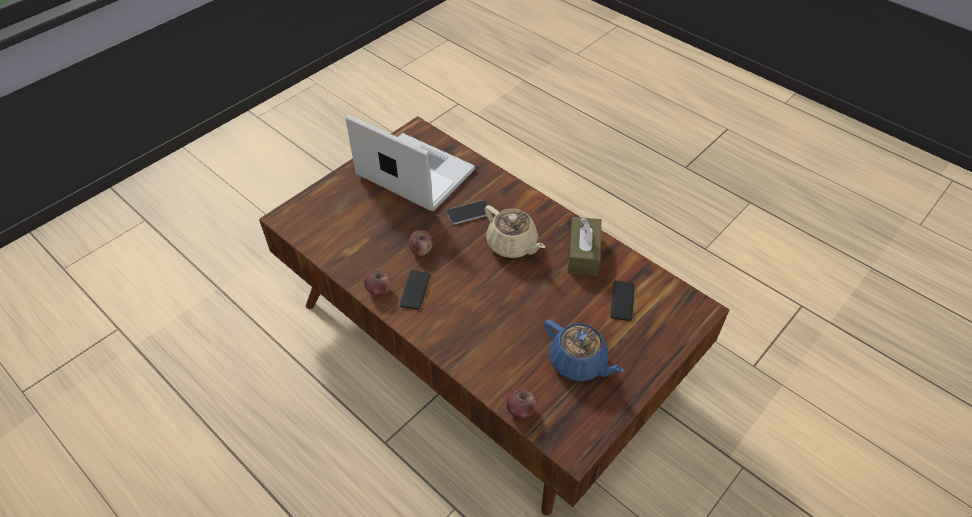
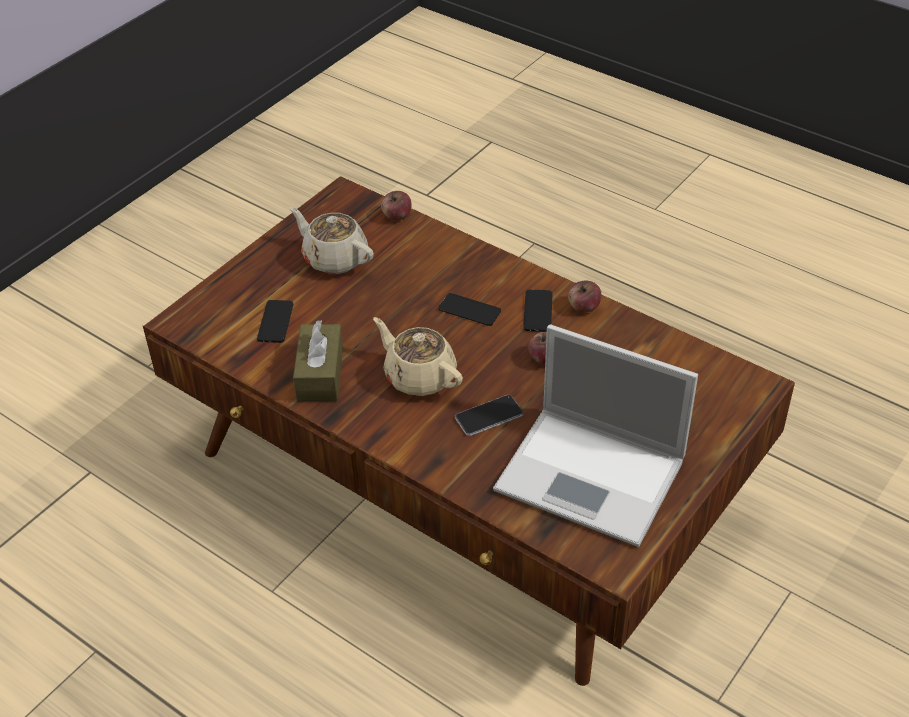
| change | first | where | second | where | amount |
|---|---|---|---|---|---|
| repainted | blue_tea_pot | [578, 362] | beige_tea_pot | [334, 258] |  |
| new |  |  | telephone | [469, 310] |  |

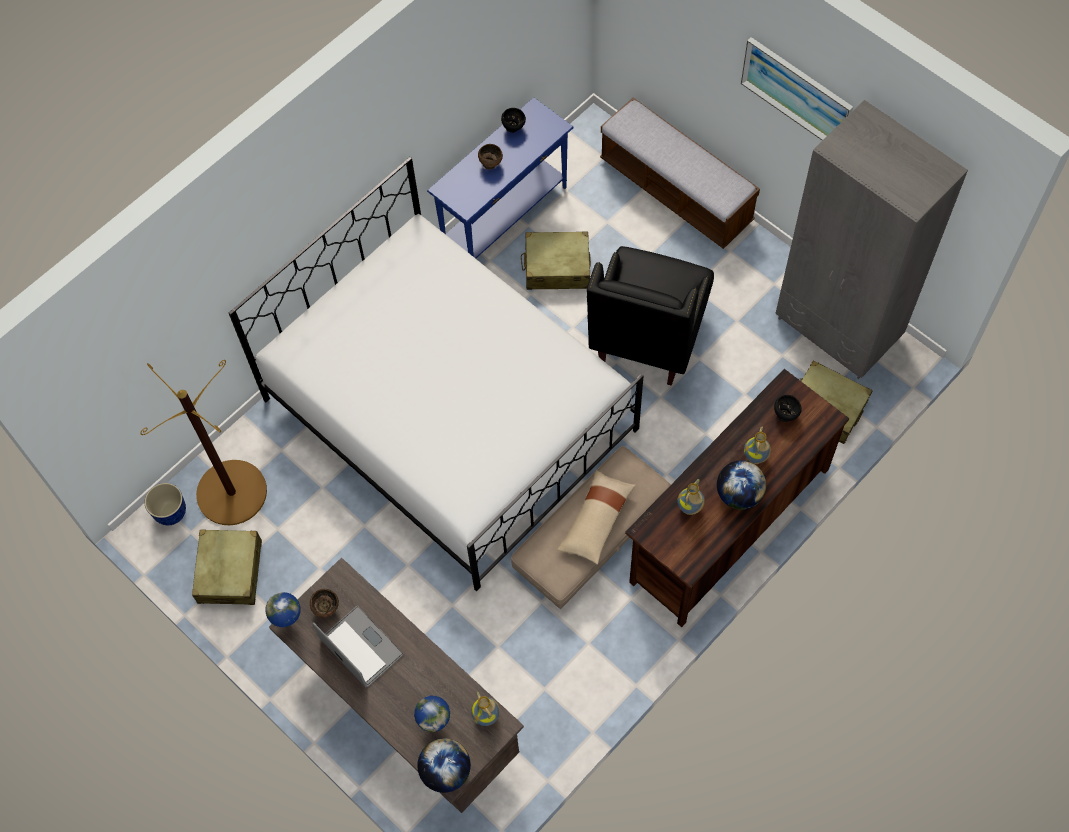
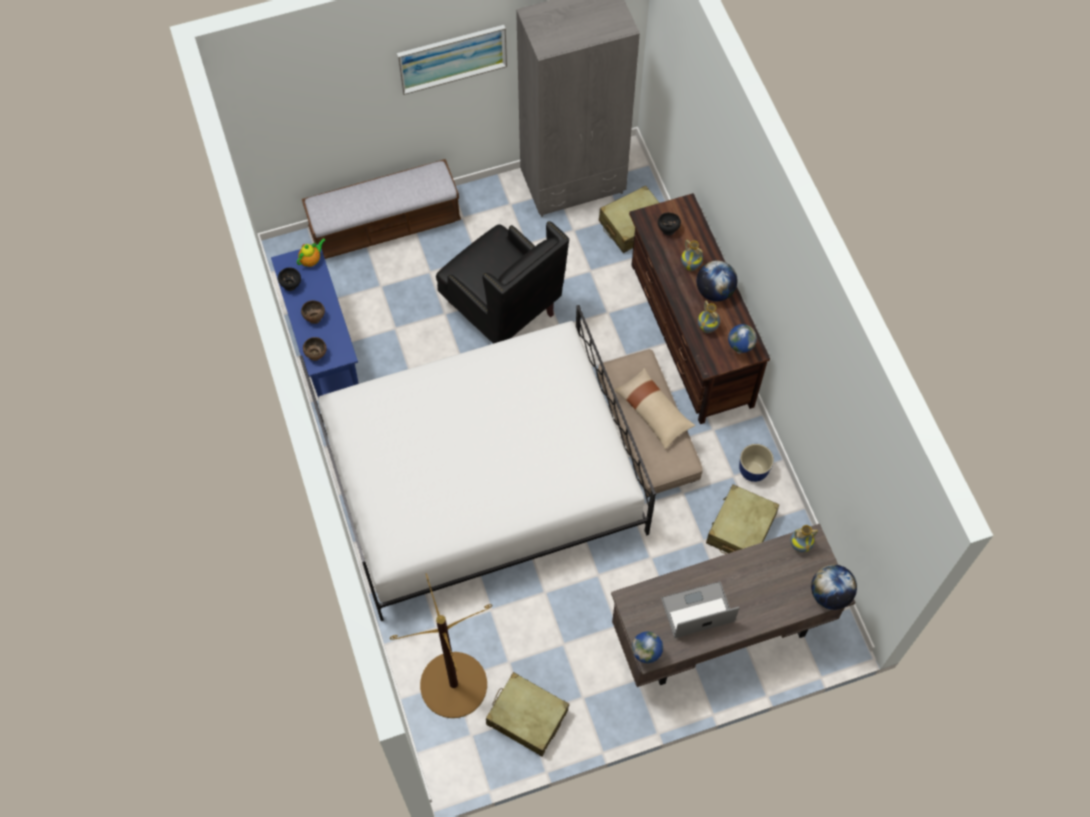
| change | first | where | second | where | amount |
|---|---|---|---|---|---|
| shifted | beige_travel_case | [557, 267] |  | [740, 529] |  |
| shifted | flower_pot | [170, 513] |  | [753, 471] |  |
| shifted | brown-coloured_bowl | [326, 608] |  | [316, 355] |  |
| shifted | world_globe | [435, 722] |  | [738, 351] |  |
| new |  |  | tea_pot | [312, 260] |  |

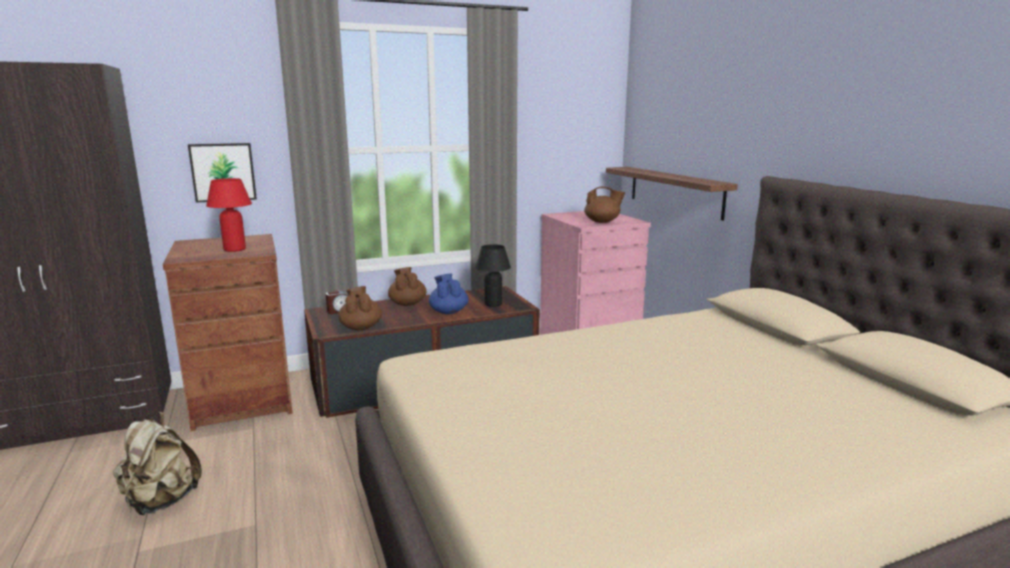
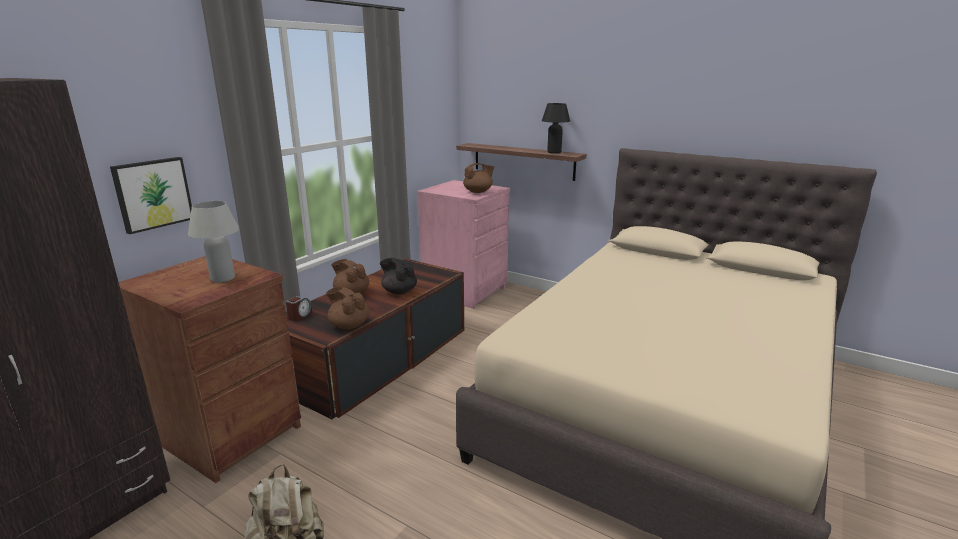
| change | first | where | second | where | amount |
|---|---|---|---|---|---|
| repainted | reddish_table_lamp | [235, 249] | whitish_table_lamp | [223, 278] |  |
| shifted | black-coloured_table_lamp | [493, 304] |  | [554, 152] |  |
| repainted | blue_tea_pot | [448, 311] | black-coloured_tea_pot | [399, 291] |  |

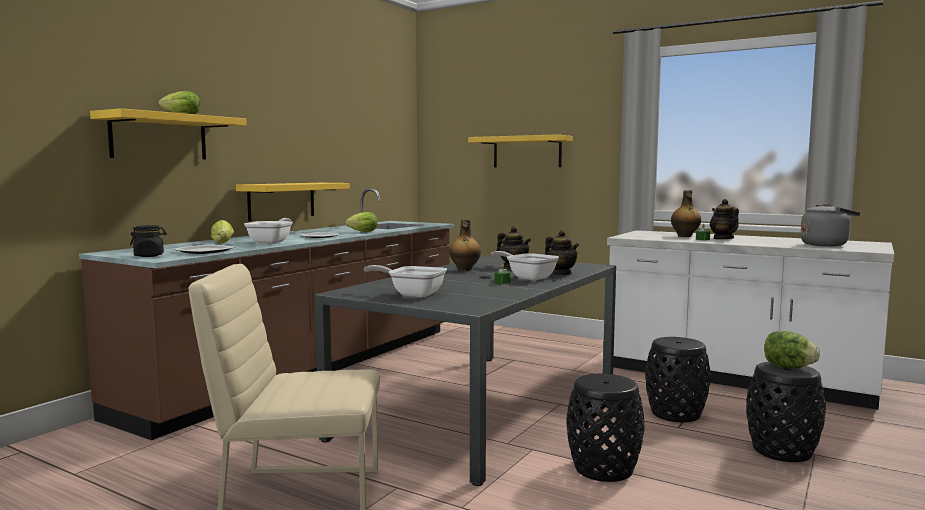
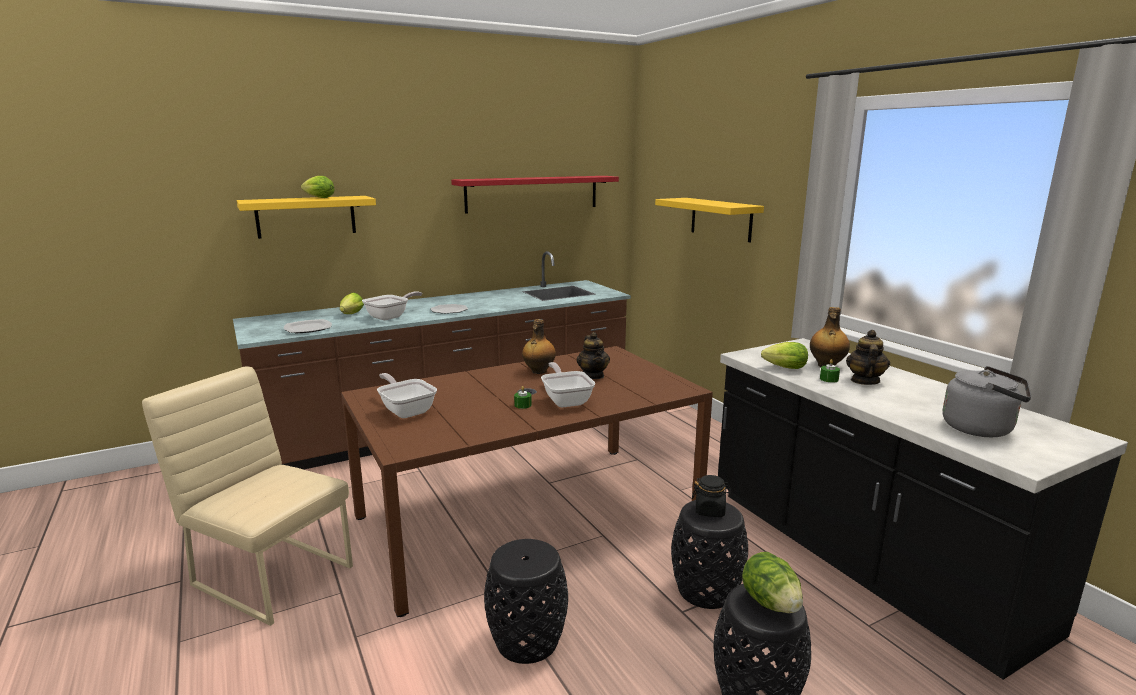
| change | first | where | second | where | amount |
|---|---|---|---|---|---|
| gone | yellow_shelf | [281, 200] |  |  |  |
| shifted | head_of_lettuce | [361, 232] |  | [782, 368] |  |
| shifted | black-coloured_storage_jar | [149, 256] |  | [710, 510] |  |
| gone | tea_pot | [561, 273] |  |  |  |
| repainted | whitish_kitchen_base_unit | [736, 378] | black-coloured_kitchen_base_unit | [862, 558] |  |
| repainted | gray_dinner_table | [484, 406] | brown-coloured_dinner_table | [529, 516] |  |
| new |  |  | reddish_shelf | [532, 193] |  |

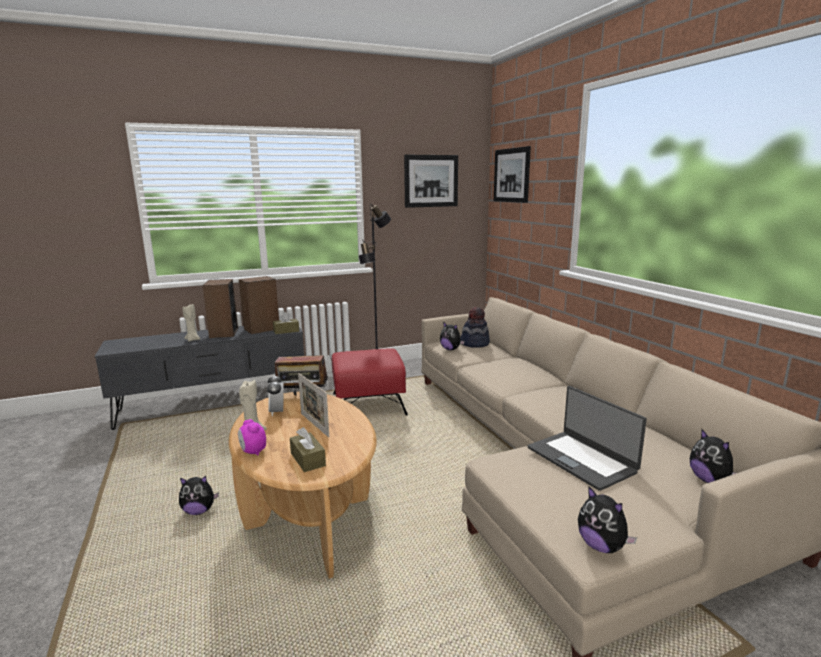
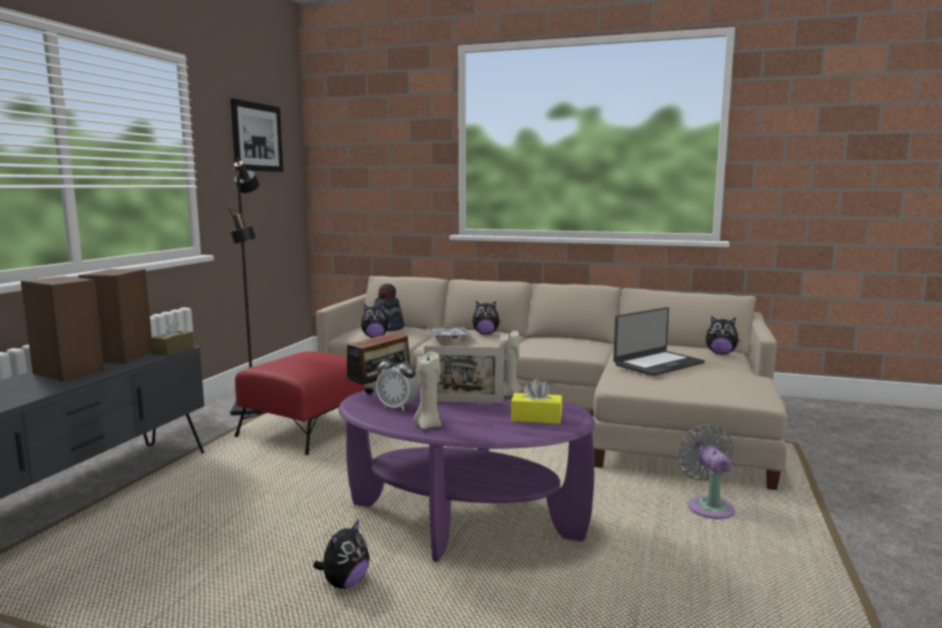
| change | first | where | second | where | amount |
|---|---|---|---|---|---|
| gone | picture | [511, 175] |  |  |  |
| shifted | beige_wax_light | [193, 339] |  | [508, 395] |  |
| rotated | portable_computer | [582, 459] |  | [657, 364] | 45 degrees counterclockwise |
| repainted | brown-coloured_coffee_table | [309, 514] | purple_coffee_table | [463, 522] |  |
| gone | alarm_clock | [253, 452] |  |  |  |
| repainted | brown-coloured_tissue_holder | [308, 459] | yellow_tissue_holder | [536, 418] |  |
| shifted | soft_toy | [602, 546] |  | [485, 334] |  |
| new |  |  | tray | [448, 337] |  |
| new |  |  | gray_fan | [708, 507] |  |

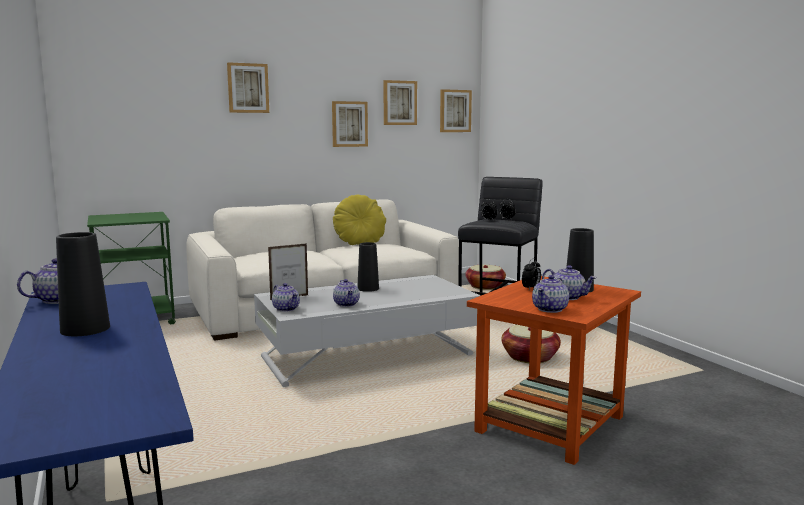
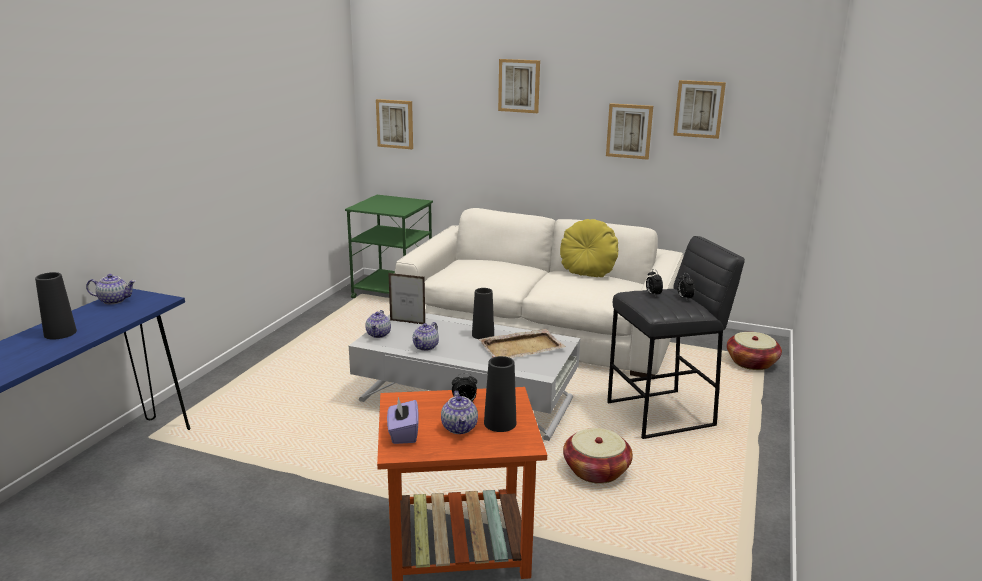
| change | first | where | second | where | amount |
|---|---|---|---|---|---|
| shifted | picture | [455, 111] |  | [395, 124] |  |
| swapped | tea_pot | [550, 309] | purple_tissue_holder | [403, 434] |  |
| new |  |  | beige_tray | [522, 347] |  |

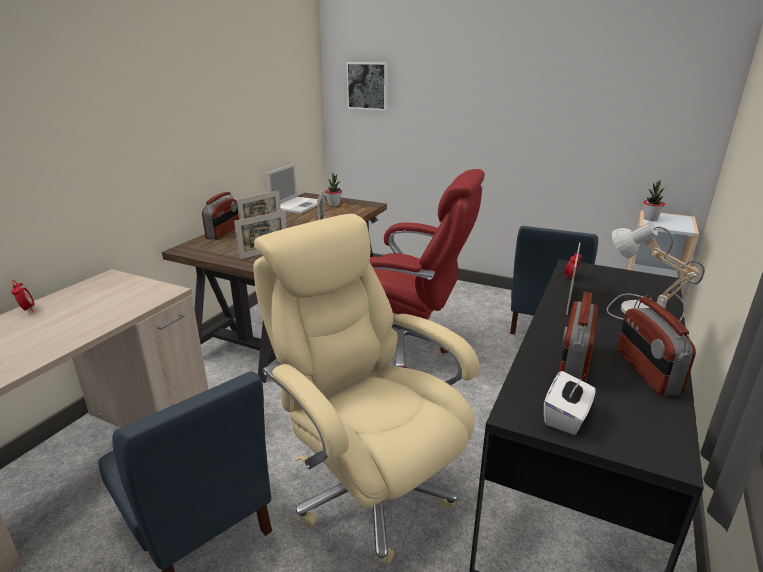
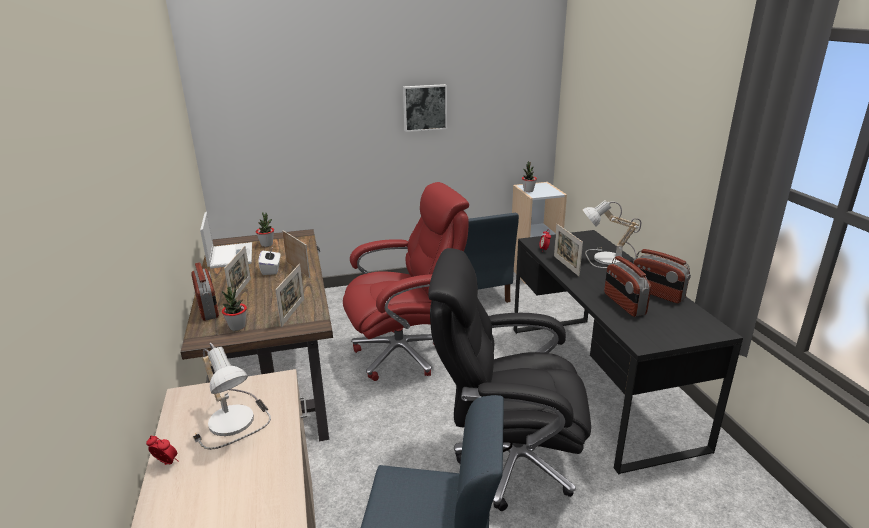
| change | first | where | second | where | amount |
|---|---|---|---|---|---|
| shifted | picture | [368, 86] |  | [424, 107] |  |
| repainted | beige_office_chair | [369, 490] | black-coloured_office_chair | [508, 463] |  |
| shifted | whitish_tissue_holder | [566, 417] |  | [271, 270] |  |
| new |  |  | potted_plant | [237, 327] |  |
| new |  |  | table_lamp | [237, 420] |  |

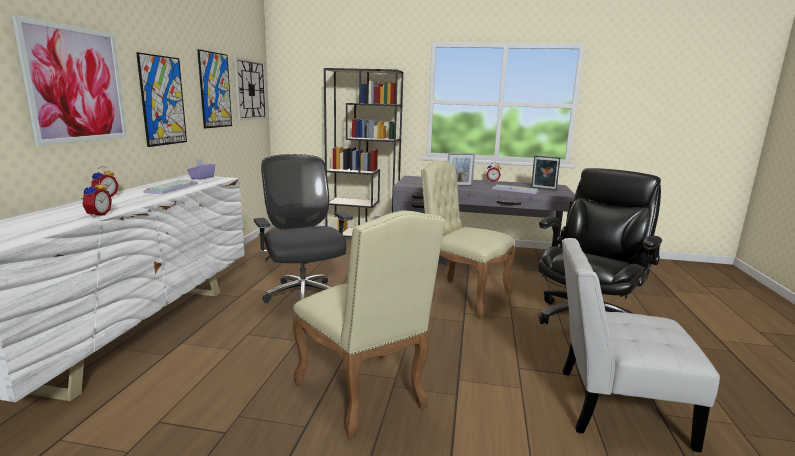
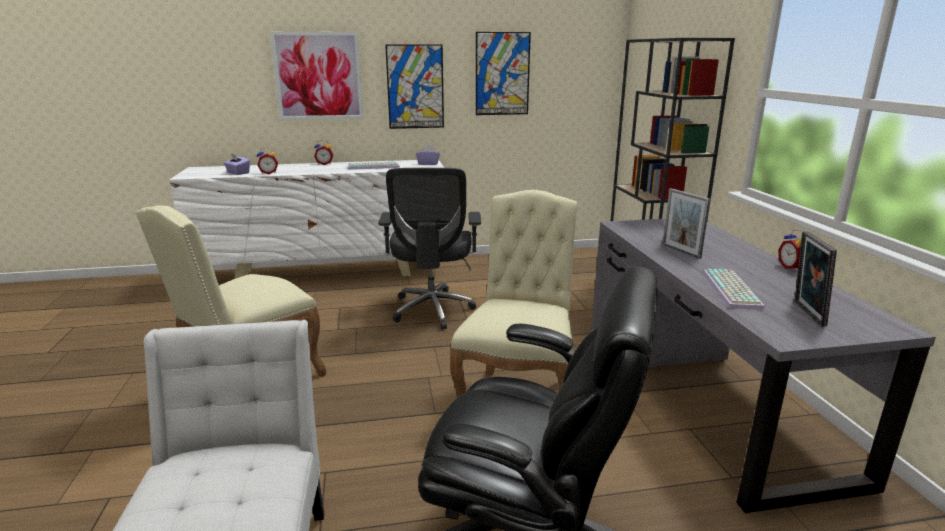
| change | first | where | second | where | amount |
|---|---|---|---|---|---|
| gone | wall_clock | [250, 90] |  |  |  |
| rotated | office_chair | [304, 296] |  | [432, 308] | 135 degrees clockwise |
| new |  |  | purple_tissue_holder | [238, 173] |  |

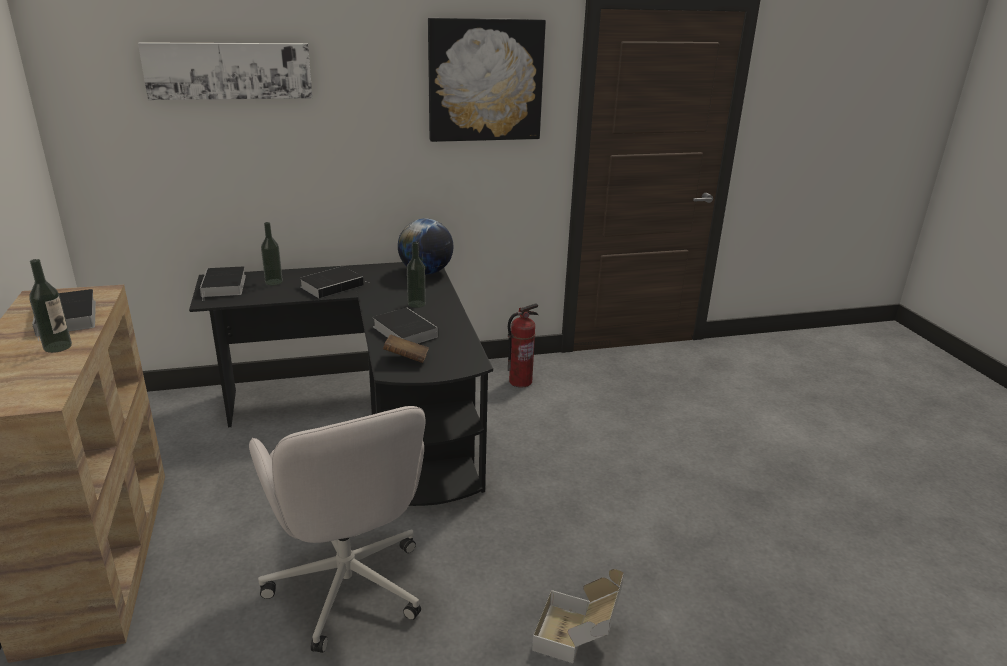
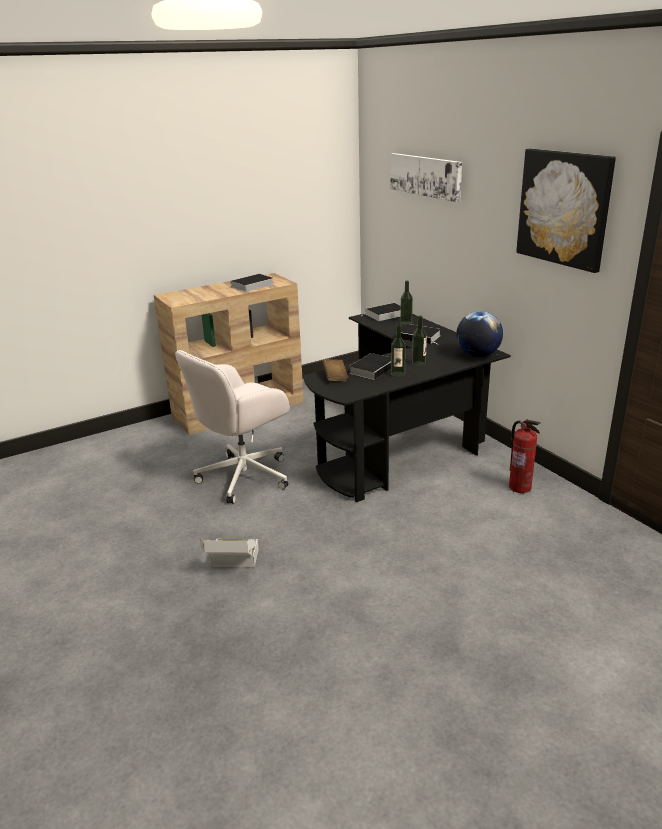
| change | first | where | second | where | amount |
|---|---|---|---|---|---|
| shifted | beverage_bottle | [57, 346] |  | [398, 374] |  |

